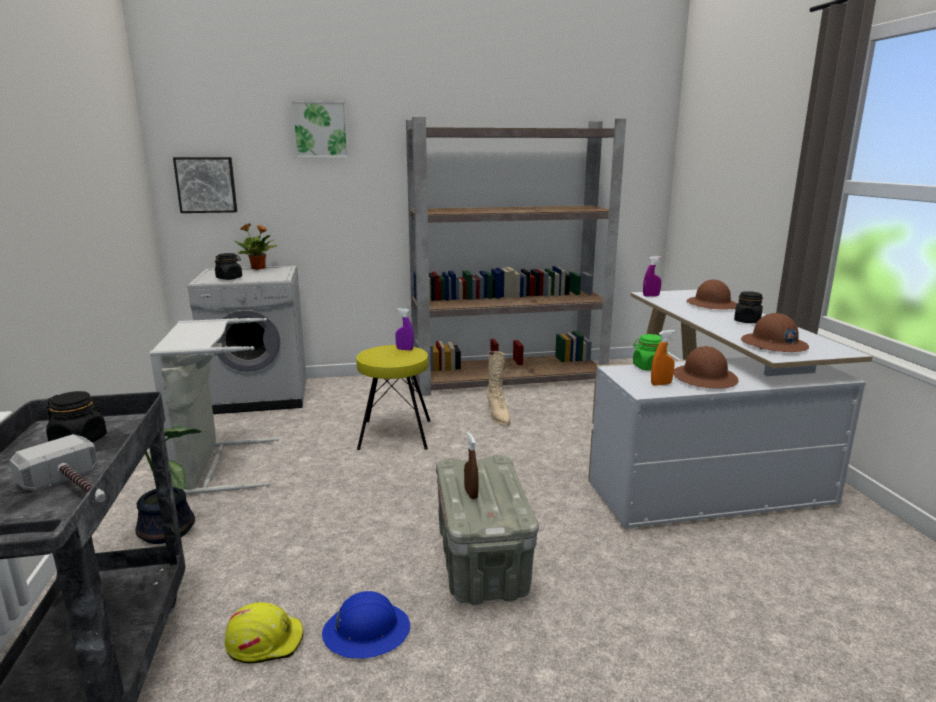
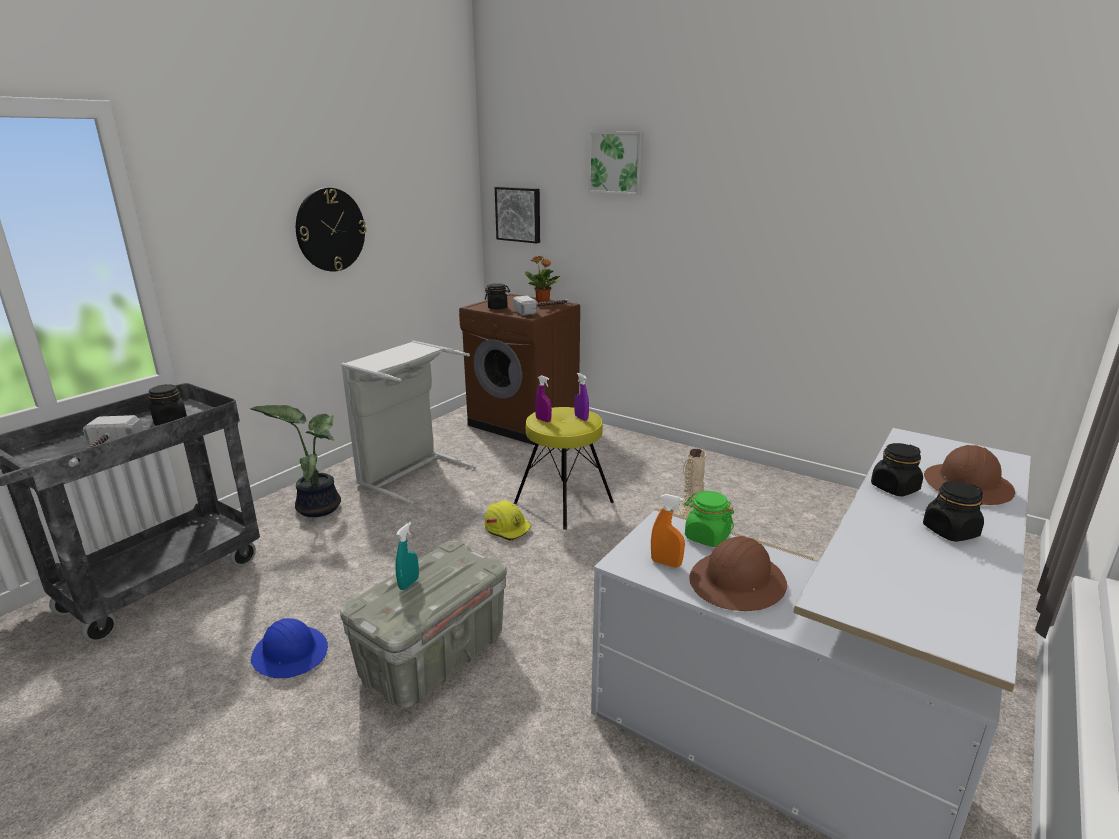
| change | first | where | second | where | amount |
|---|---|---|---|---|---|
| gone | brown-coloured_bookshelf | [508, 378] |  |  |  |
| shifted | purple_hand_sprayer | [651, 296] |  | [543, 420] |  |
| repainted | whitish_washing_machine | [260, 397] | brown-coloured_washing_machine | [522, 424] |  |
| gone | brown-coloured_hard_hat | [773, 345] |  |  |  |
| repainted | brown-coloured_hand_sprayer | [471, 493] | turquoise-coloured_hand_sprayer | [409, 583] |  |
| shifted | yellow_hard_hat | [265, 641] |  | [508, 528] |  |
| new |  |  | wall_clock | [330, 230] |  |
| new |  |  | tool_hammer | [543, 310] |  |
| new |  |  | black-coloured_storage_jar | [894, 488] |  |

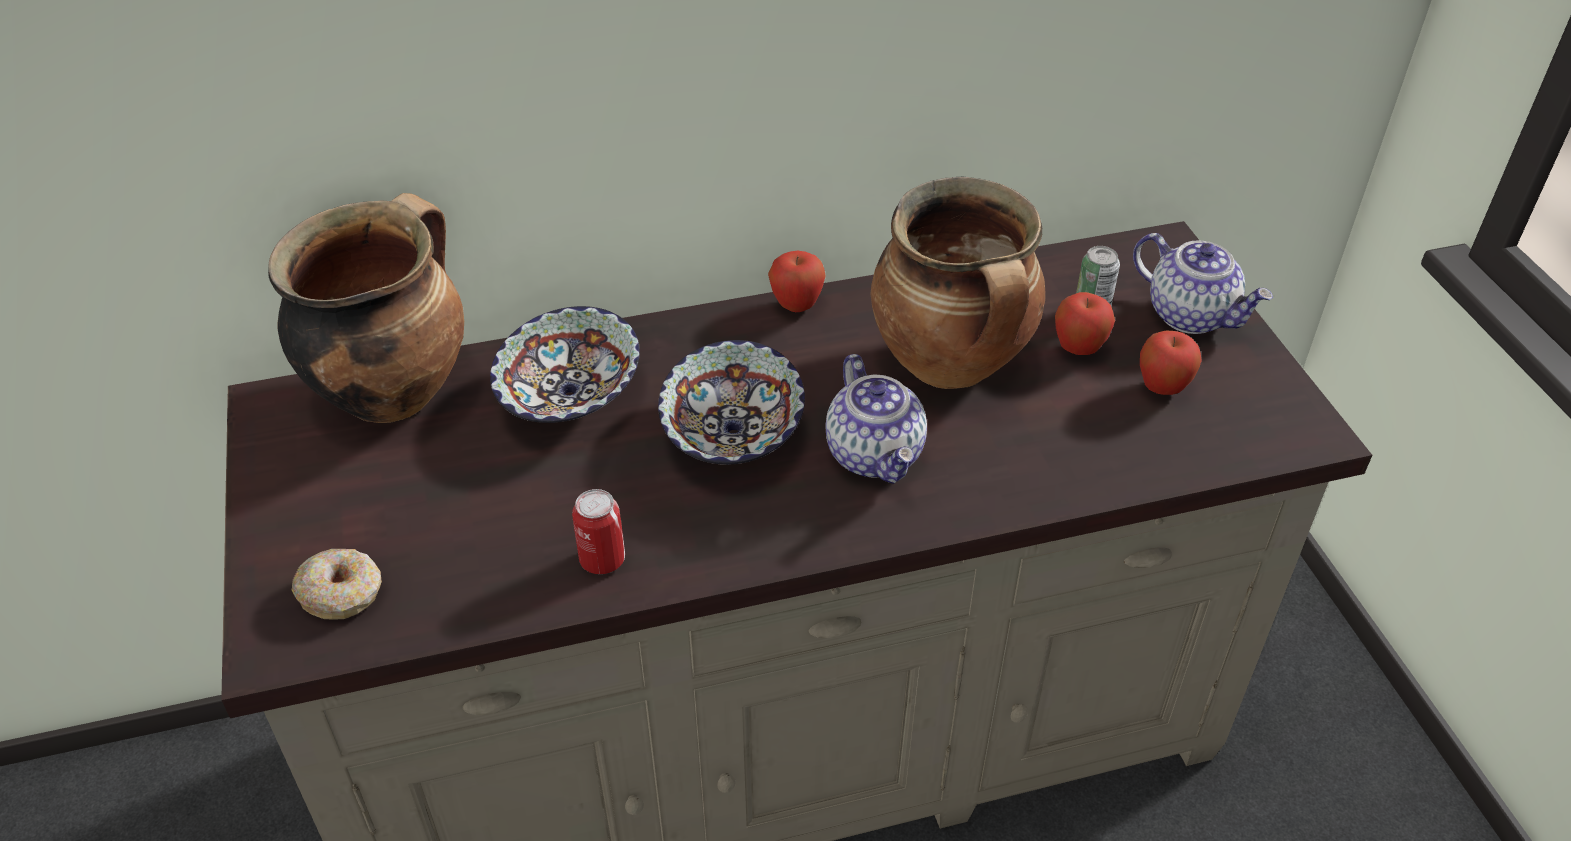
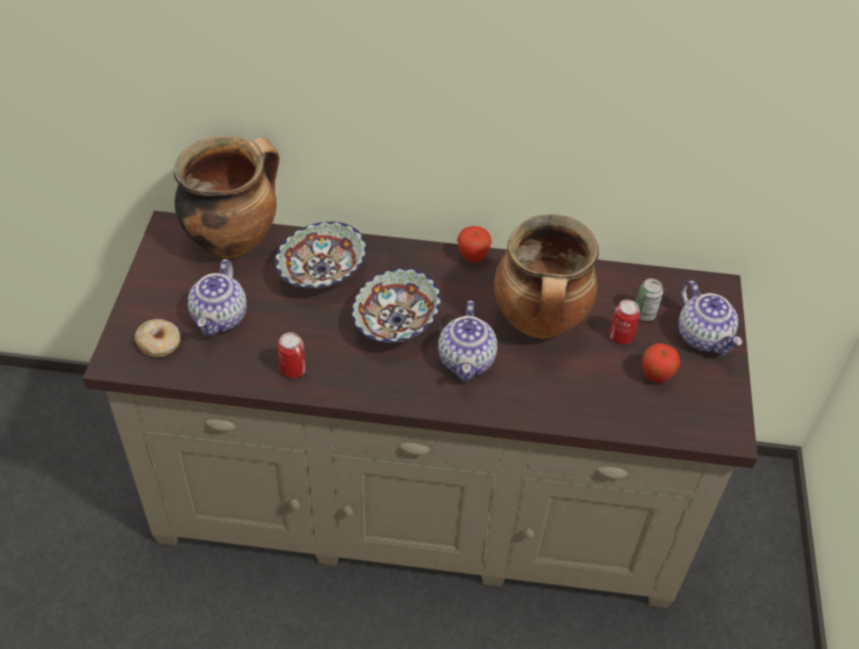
| change | first | where | second | where | amount |
|---|---|---|---|---|---|
| swapped | apple | [1078, 349] | metal_can | [620, 336] |  |
| new |  |  | tea_pot | [220, 318] |  |

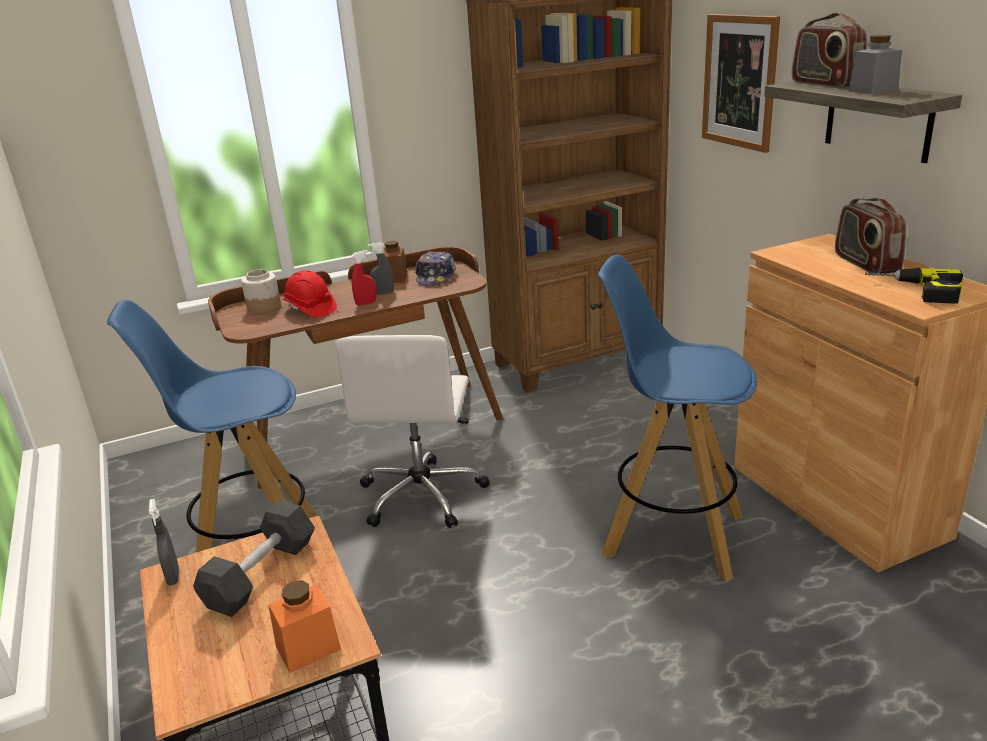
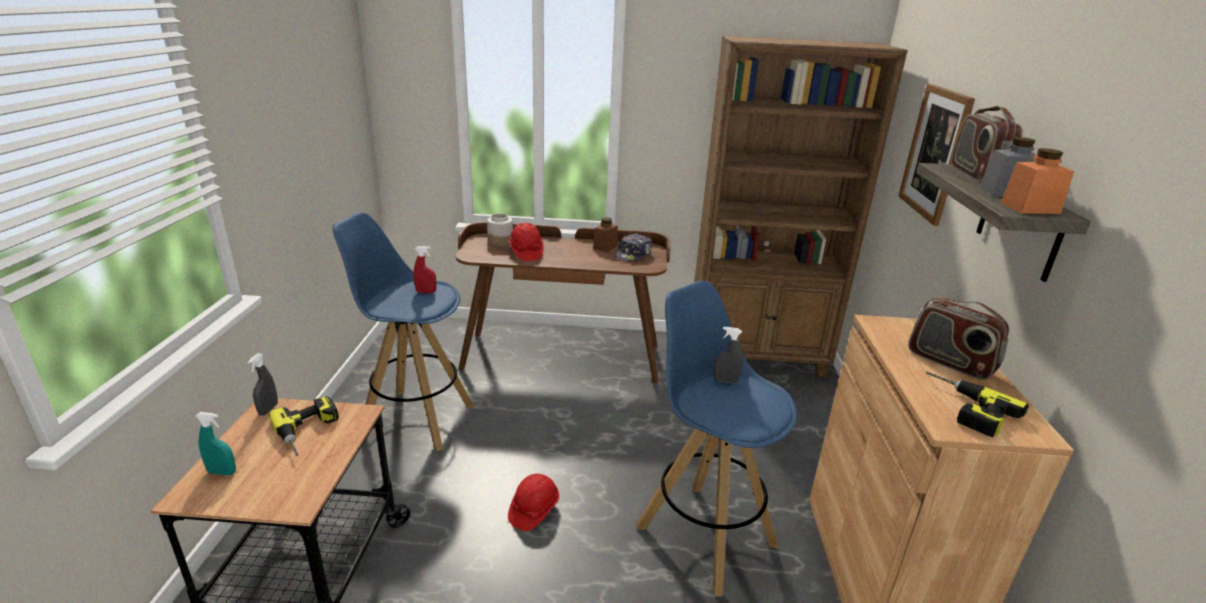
| change | first | where | second | where | amount |
|---|---|---|---|---|---|
| rotated | radio_receiver | [865, 264] |  | [950, 362] | 60 degrees counterclockwise |
| shifted | gray_hand_sprayer | [383, 293] |  | [725, 381] |  |
| shifted | reddish_hand_sprayer | [366, 303] |  | [426, 292] |  |
| gone | whitish_office_chair | [422, 495] |  |  |  |
| swapped | black-coloured_hand_weight | [261, 574] | power_drill | [310, 431] |  |
| shifted | orange_storage_jar | [308, 648] |  | [1030, 208] |  |
| new |  |  | turquoise-coloured_hand_sprayer | [222, 472] |  |
| new |  |  | reddish_hard_hat | [533, 510] |  |

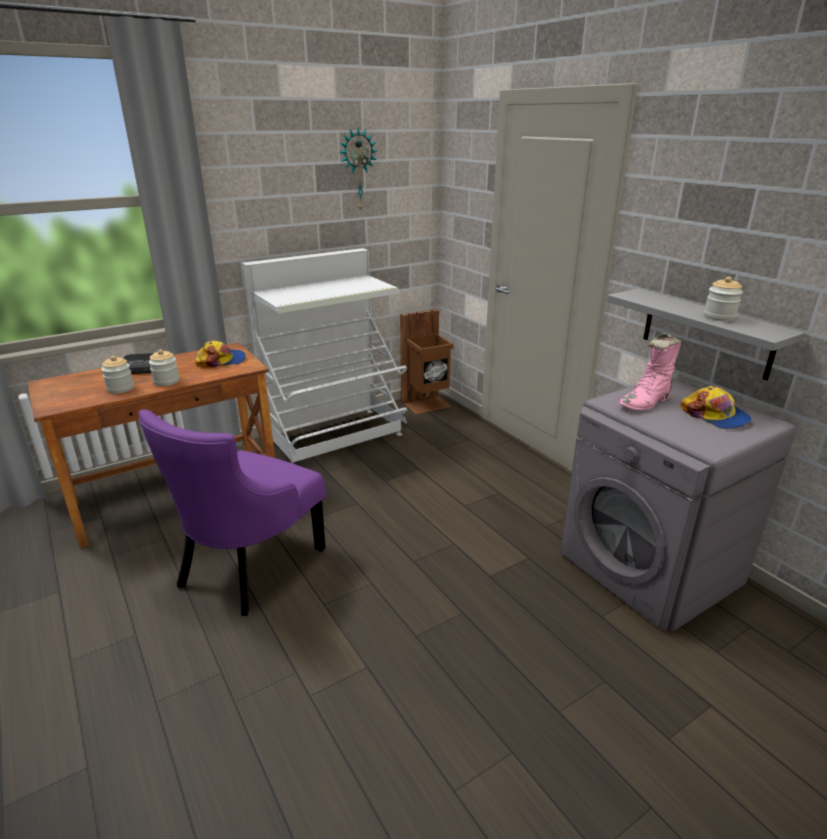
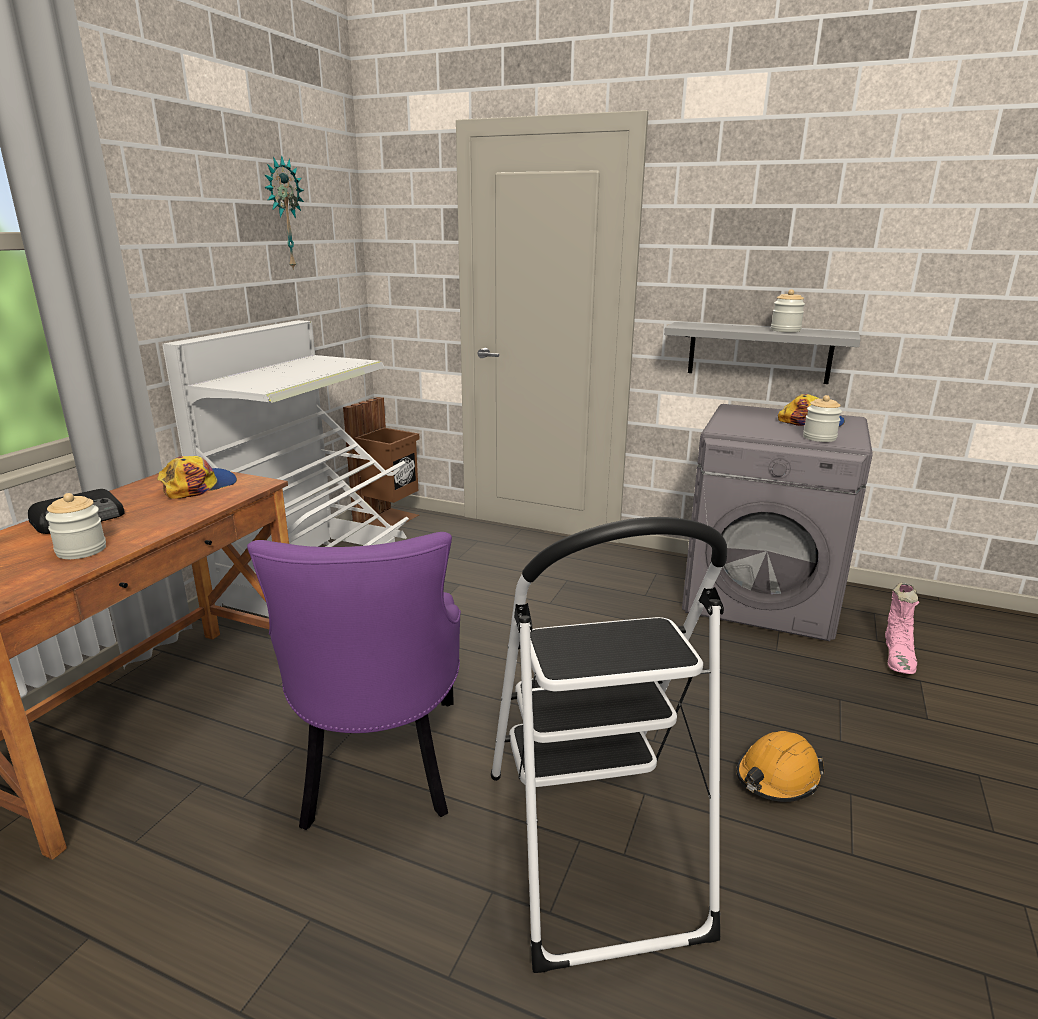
| change | first | where | second | where | amount |
|---|---|---|---|---|---|
| shifted | pinkish_high-top_boot | [646, 403] |  | [898, 657] |  |
| shifted | storage_jar | [166, 381] |  | [819, 438] |  |
| new |  |  | stepladder | [591, 854] |  |
| new |  |  | orange_hard_hat | [777, 778] |  |

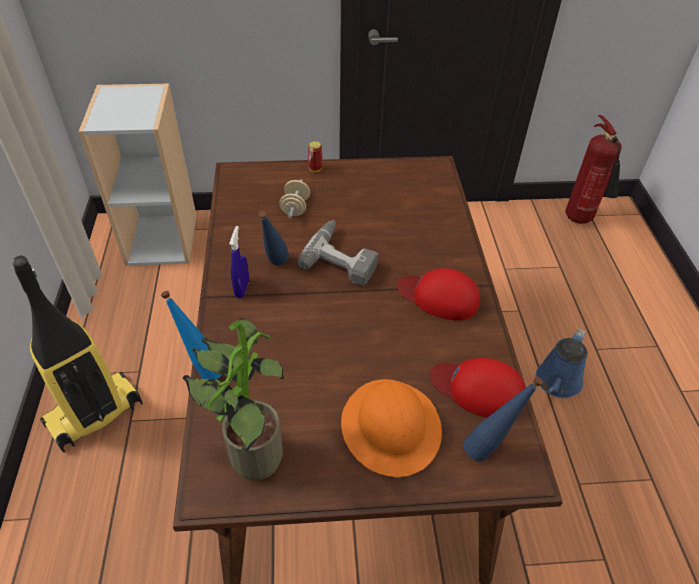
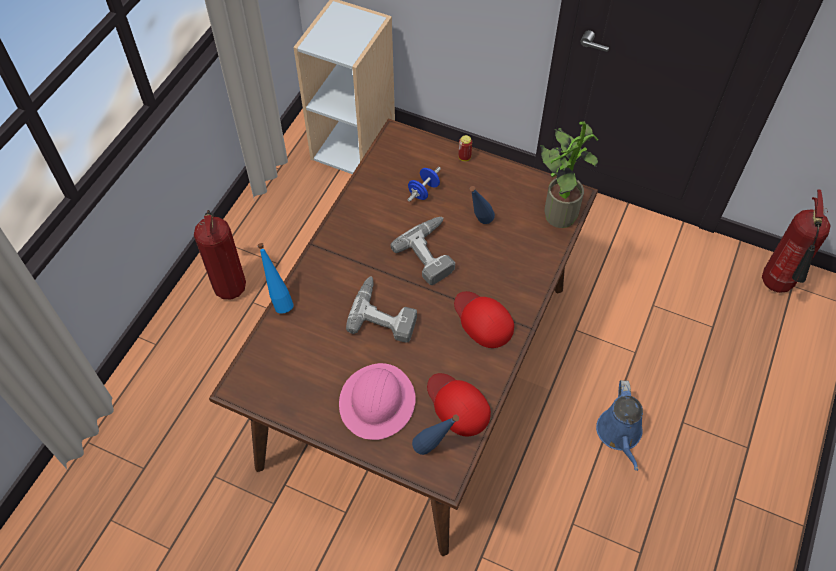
| change | first | where | second | where | amount |
|---|---|---|---|---|---|
| repainted | beige_hand_weight | [295, 208] | blue_hand_weight | [423, 191] |  |
| shifted | blue_beverage_bottle | [275, 267] |  | [479, 224] |  |
| gone | blue_hand_sprayer | [242, 289] |  |  |  |
| swapped | vacuum_cleaner | [94, 415] | fire-fighting_cylinder | [229, 285] |  |
| shifted | potted_plant | [249, 455] |  | [556, 212] |  |
| rotated | blue_sprinkling_can | [557, 383] |  | [619, 434] | 60 degrees counterclockwise |
| repainted | orange_hard_hat | [391, 427] | pinkish_hard_hat | [377, 402] |  |
| new |  |  | power_drill | [385, 313] |  |

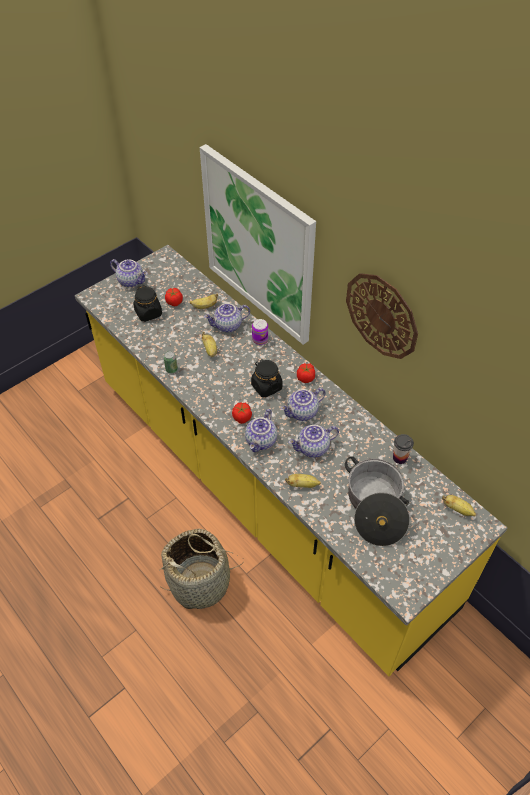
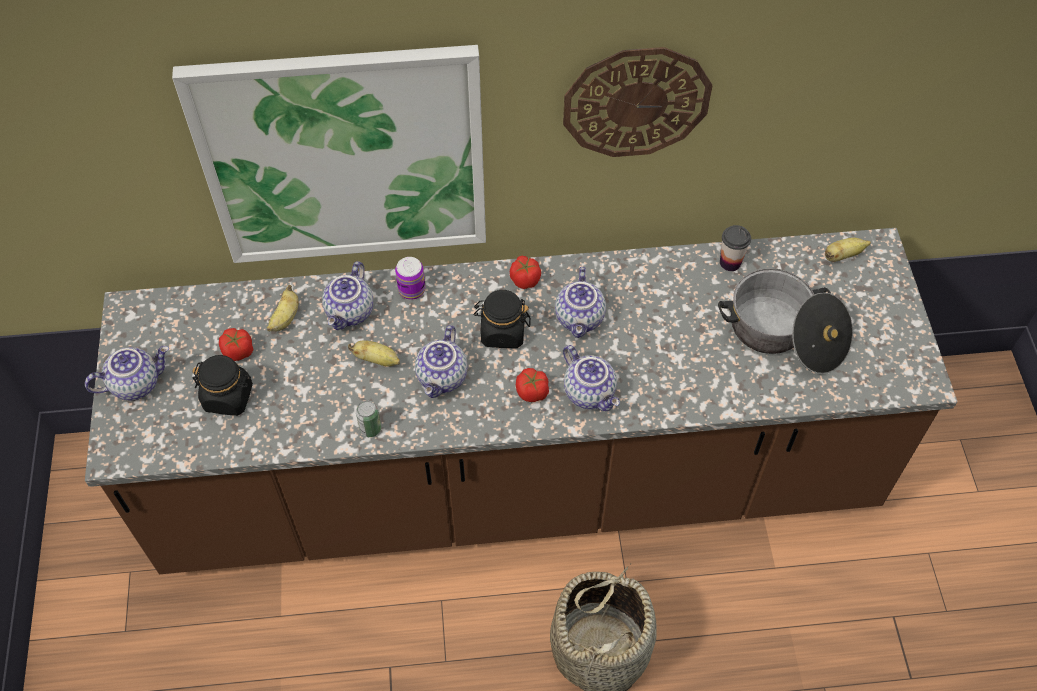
| change | first | where | second | where | amount |
|---|---|---|---|---|---|
| repainted | yellow_kitchen_base_unit | [265, 490] | brown-coloured_kitchen_base_unit | [518, 479] |  |
| shifted | tea_pot | [313, 448] |  | [443, 378] |  |
| gone | banana | [302, 485] |  |  |  |

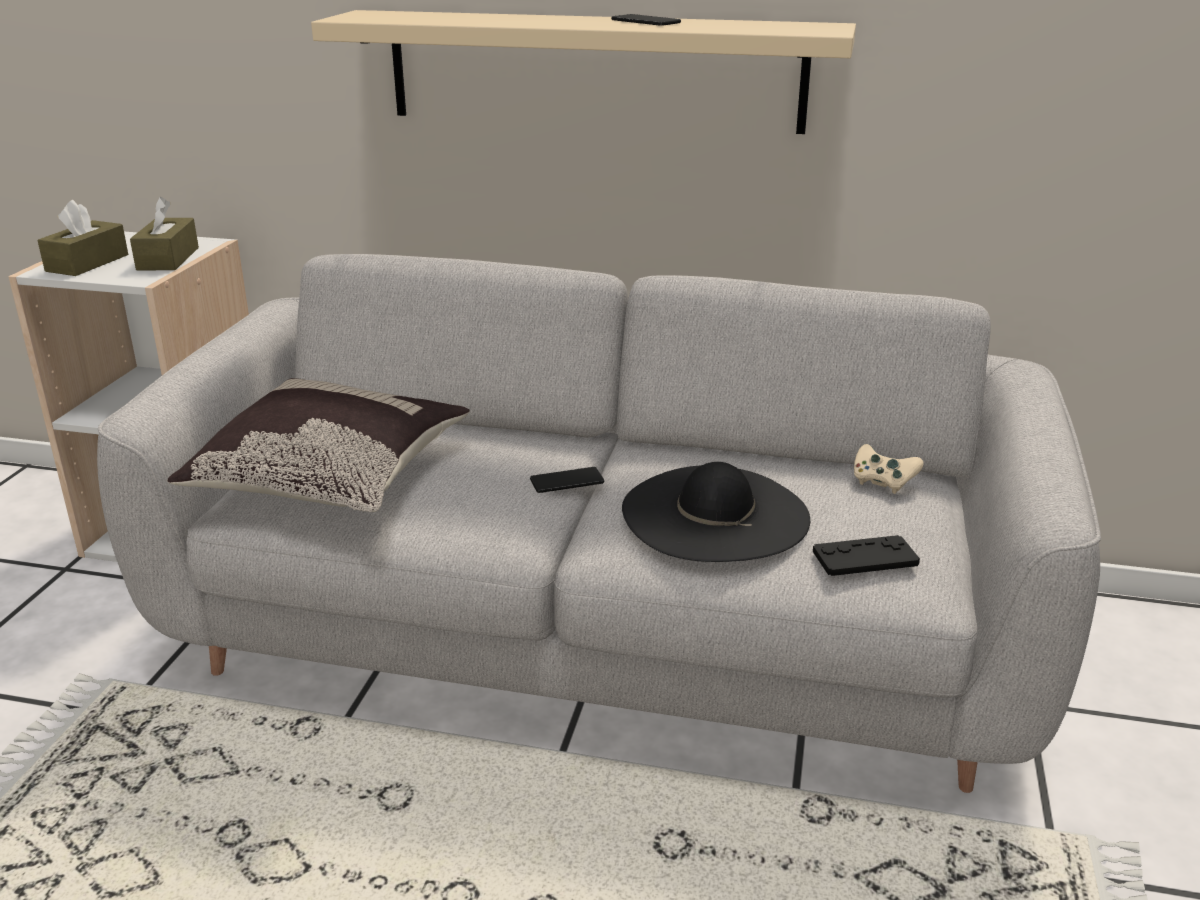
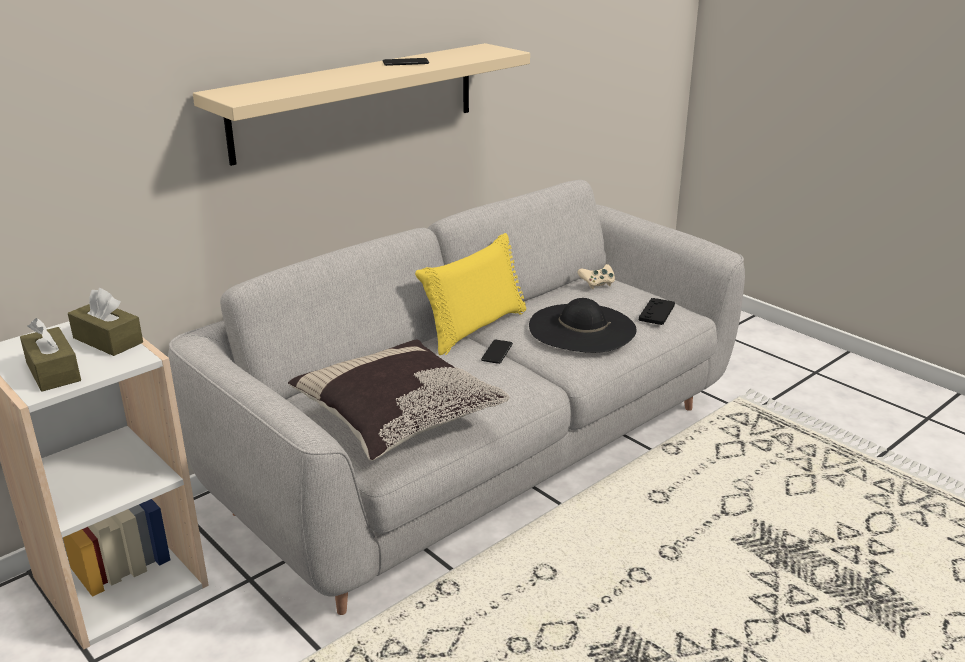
| change | first | where | second | where | amount |
|---|---|---|---|---|---|
| new |  |  | yellow_cushion | [474, 328] |  |

